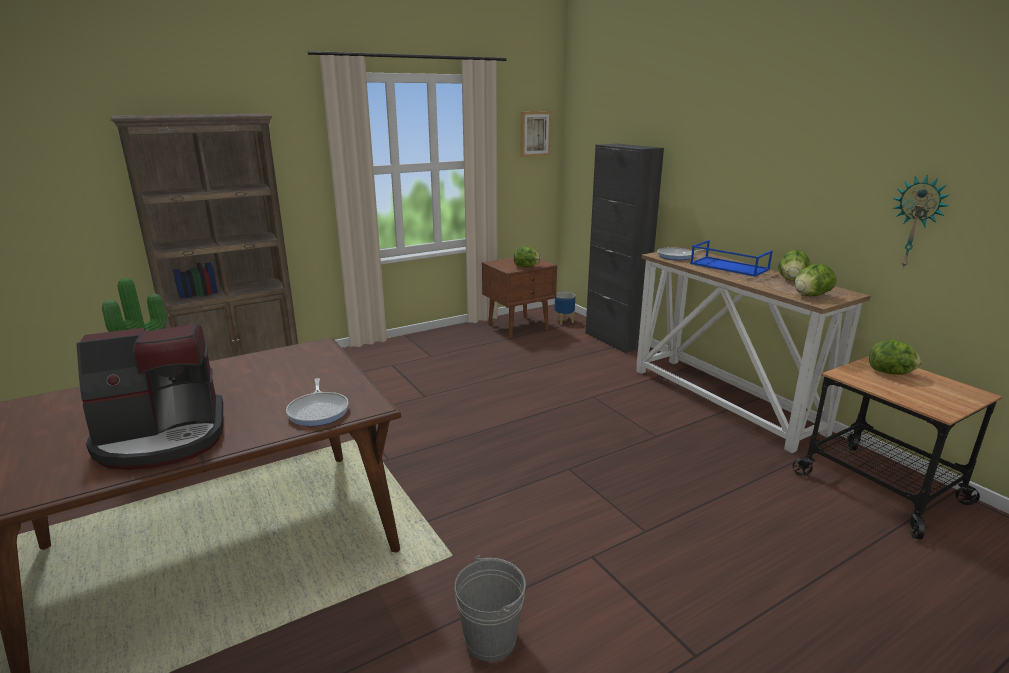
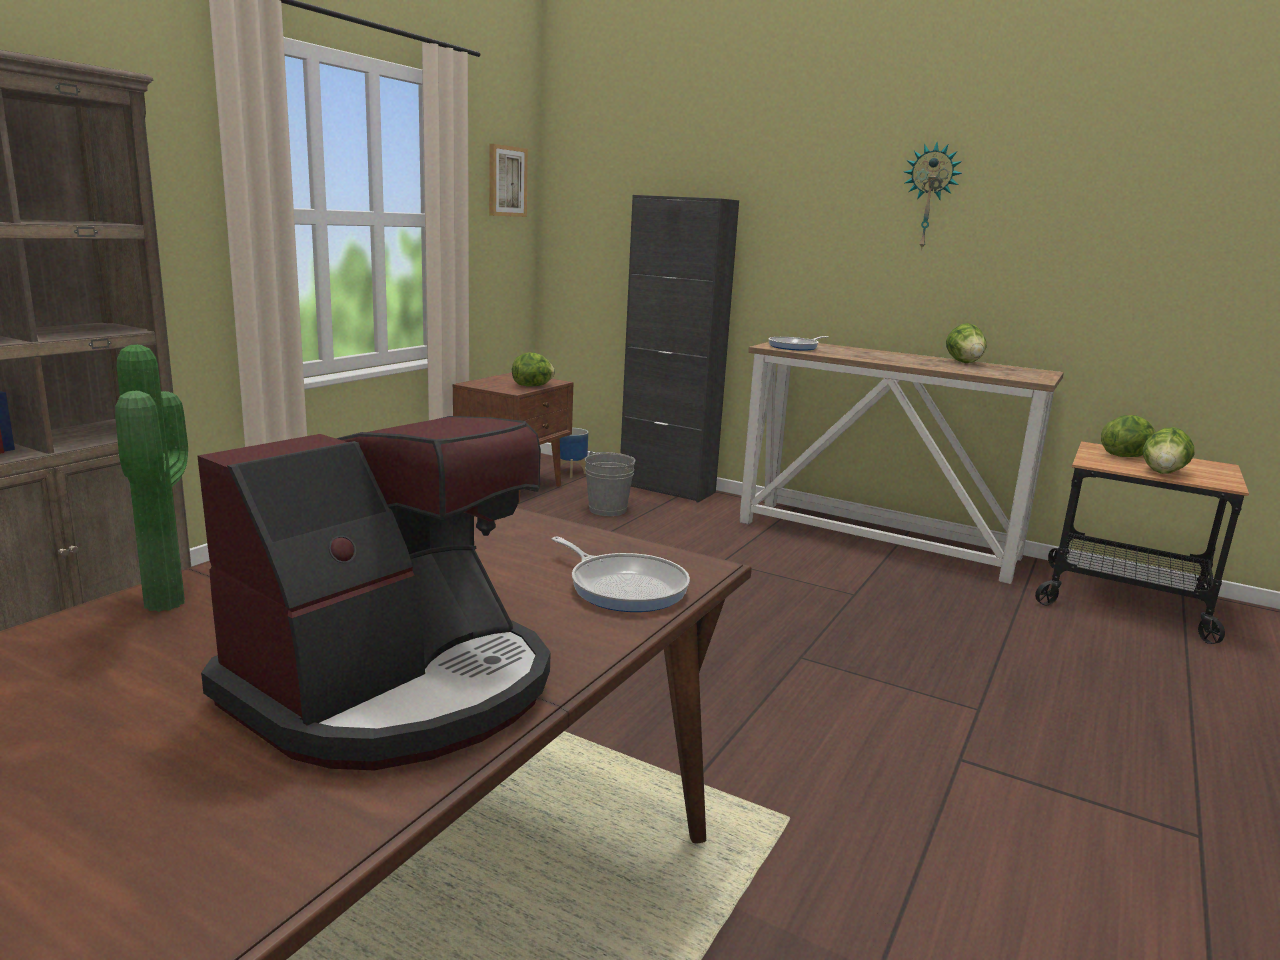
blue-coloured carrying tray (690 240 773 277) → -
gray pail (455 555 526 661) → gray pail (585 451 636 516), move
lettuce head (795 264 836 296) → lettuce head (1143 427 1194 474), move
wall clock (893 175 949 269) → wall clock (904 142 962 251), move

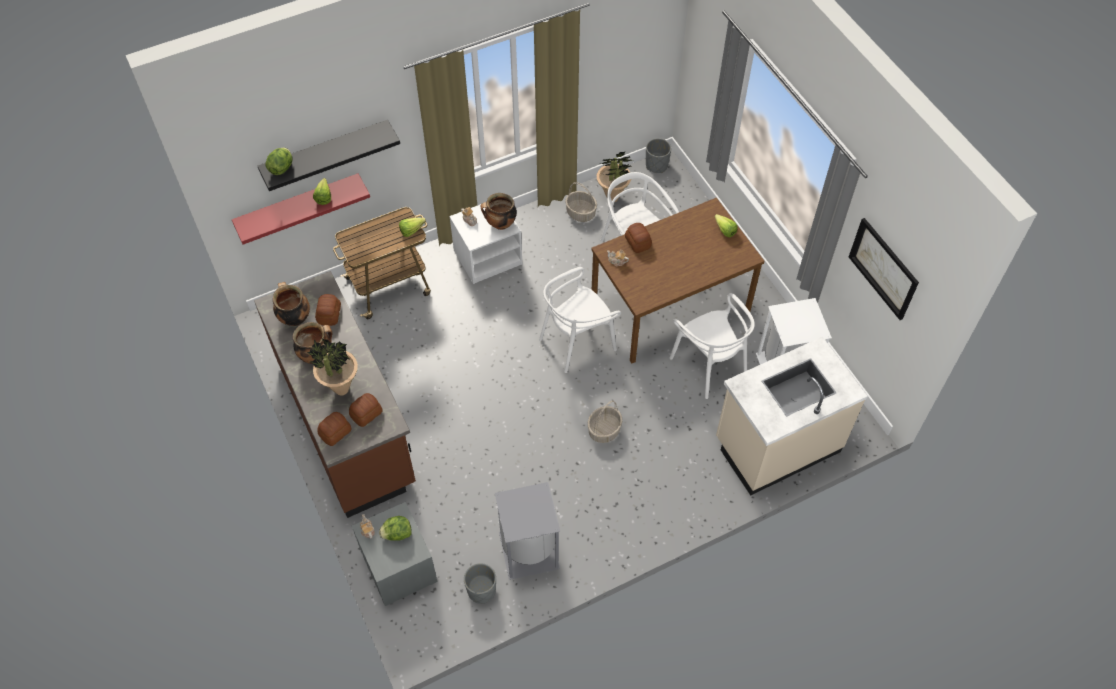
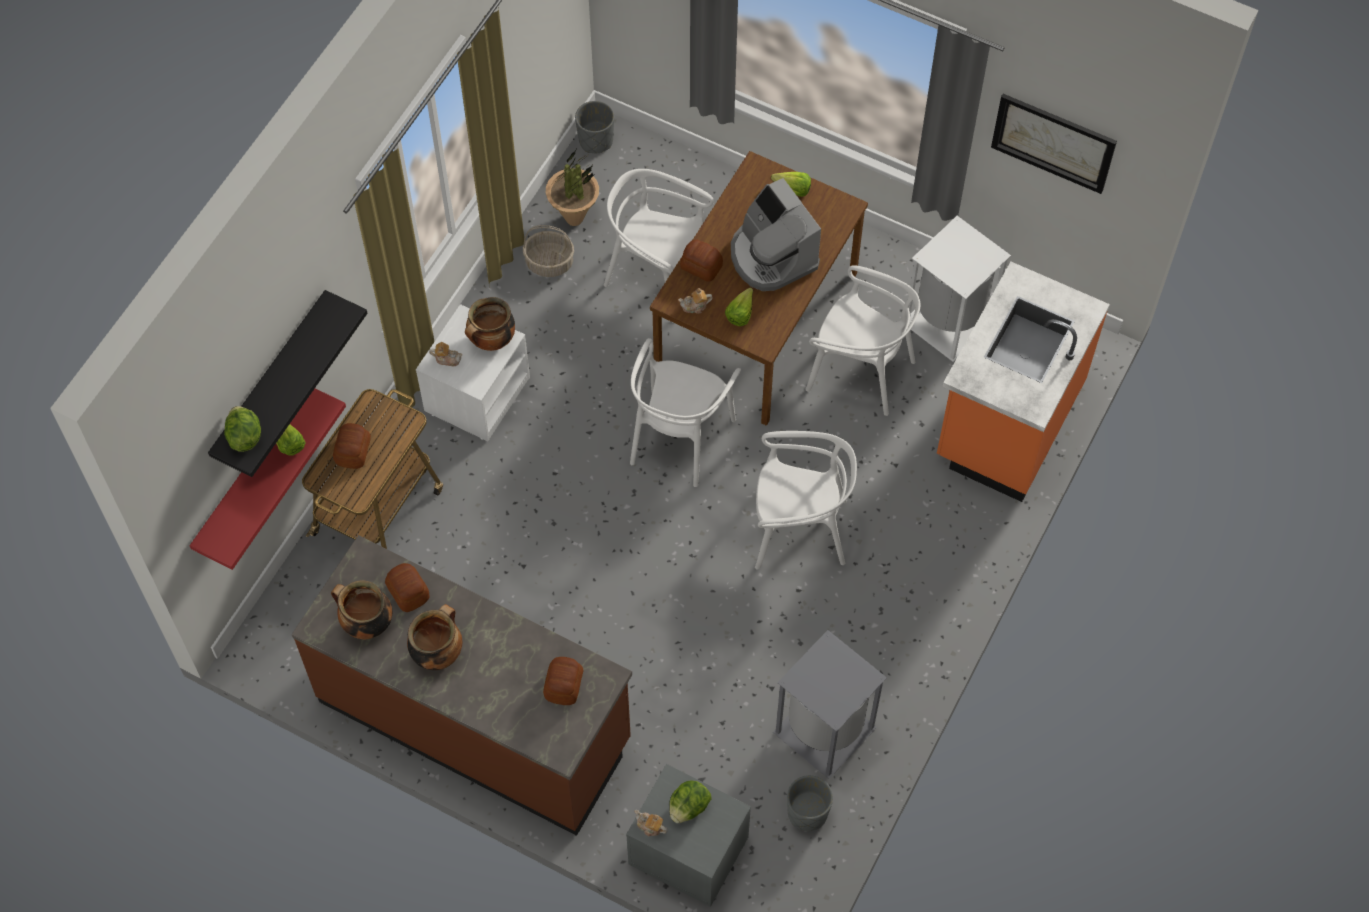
plant in a pot (307 338 358 396) → -
- → coffee maker (731 178 821 291)
bakery bread (317 412 352 446) → bakery bread (333 423 371 469), move
lettuce head (399 218 426 237) → lettuce head (725 288 753 326), move
storage basket (588 400 622 443) → whitish chair (755 431 857 570)
sand-coloured kitchen base unit (716 337 867 496) → orange kitchen base unit (937 262 1110 502)

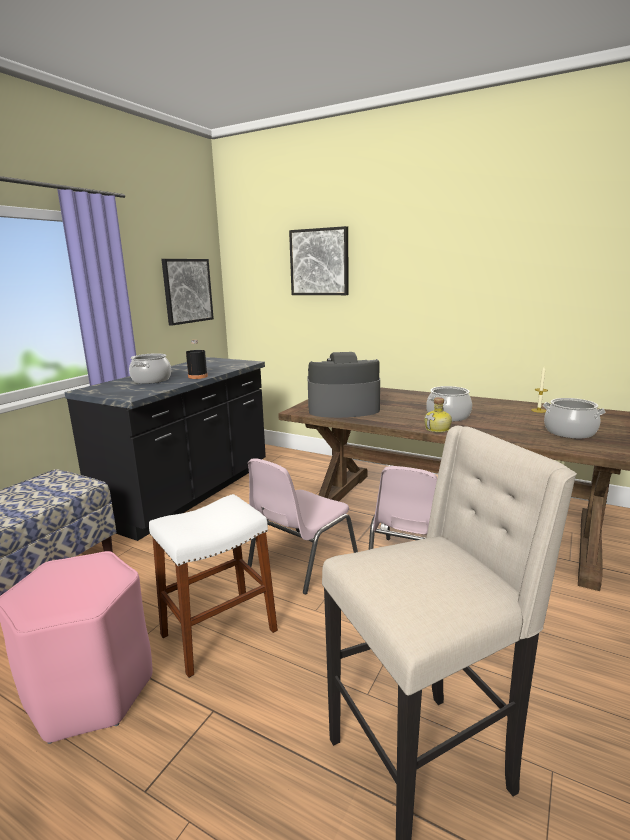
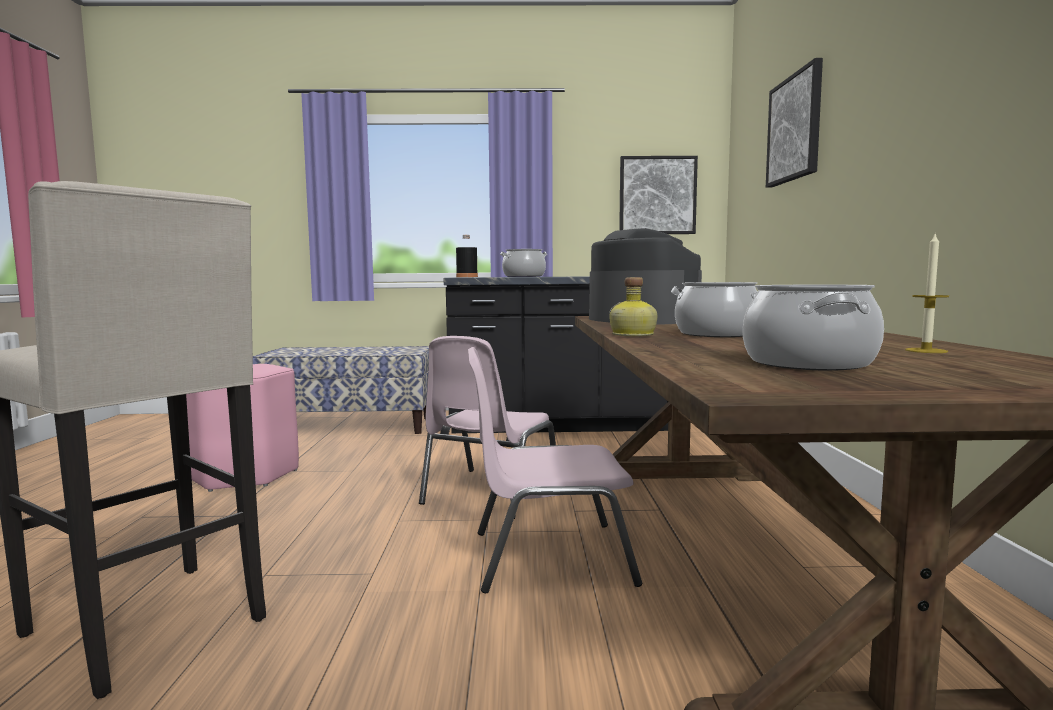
whitish stool seat (149 494 278 678) → -
blackish beverage bottle (186 340 208 379) → blackish beverage bottle (456 235 478 277), move
pink-coloured chair (248 458 358 594) → pink-coloured chair (419 336 556 519), 75 degrees counterclockwise

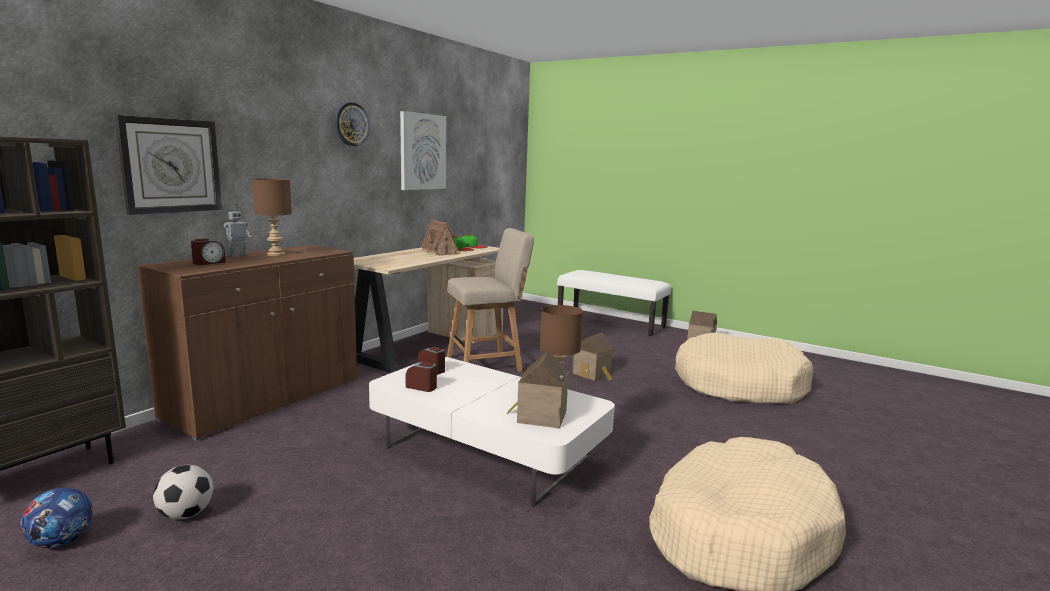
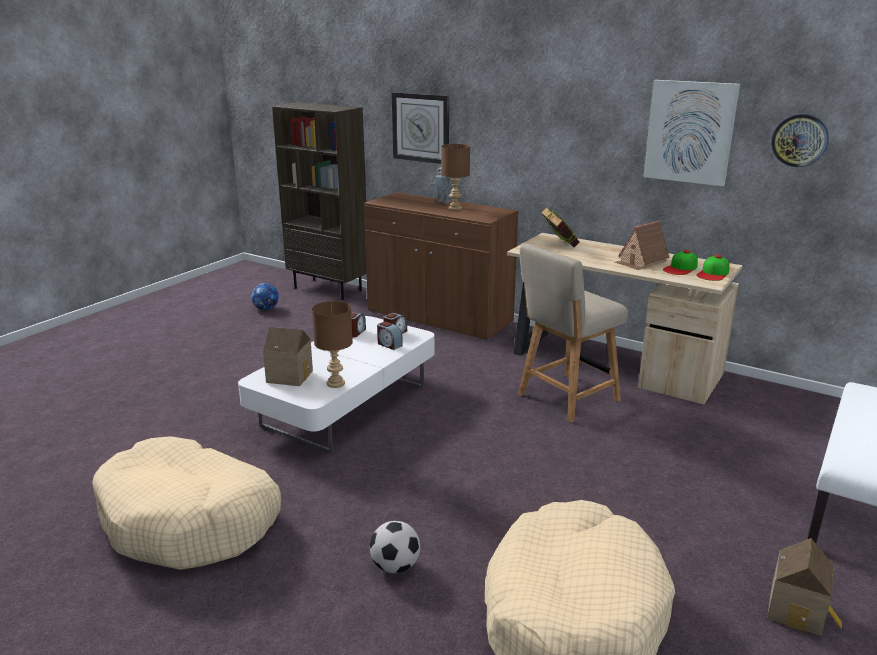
model house (573 333 613 381) → -
- → book (540 207 579 247)
football ball (153 465 213 519) → football ball (370 521 420 573), move
alarm clock (191 238 226 265) → alarm clock (377 322 403 350), move
wall clock (335 102 370 146) → wall clock (771 114 829 167), move
sand-coloured chair (447 228 534 372) → sand-coloured chair (518 244 628 423), 75 degrees clockwise

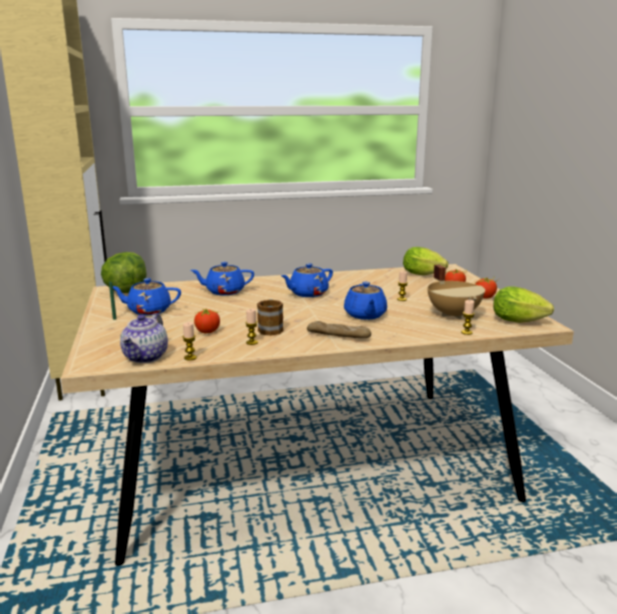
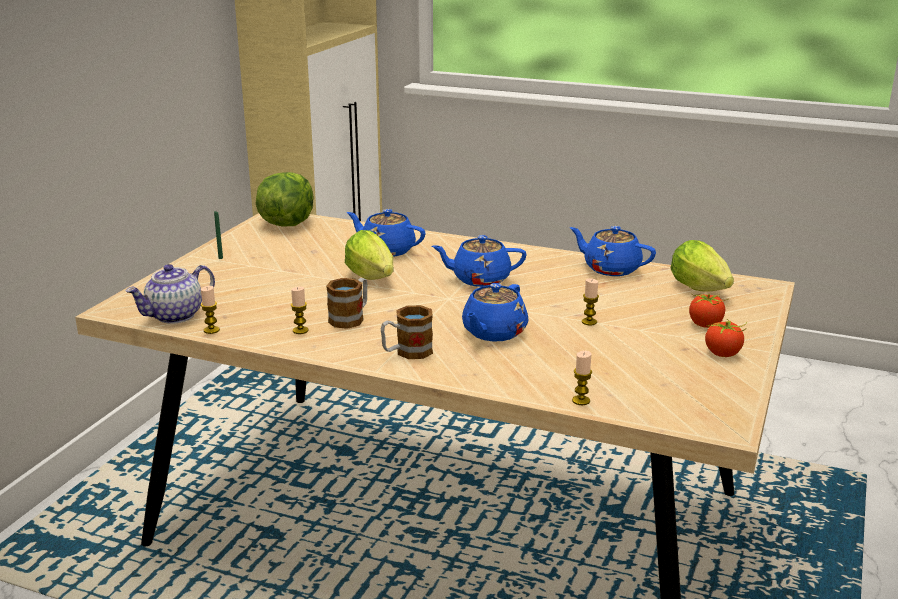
fresh tomato (194 309 220 333) → -
sand-coloured stockpot (427 265 485 319) → -
blue-coloured teapot (113 278 181 315) → blue-coloured teapot (570 226 656 276), move
lettuce head (493 286 554 323) → lettuce head (345 230 394 280), move
bakery bread (307 321 371 338) → coffee mug (381 305 433 359)

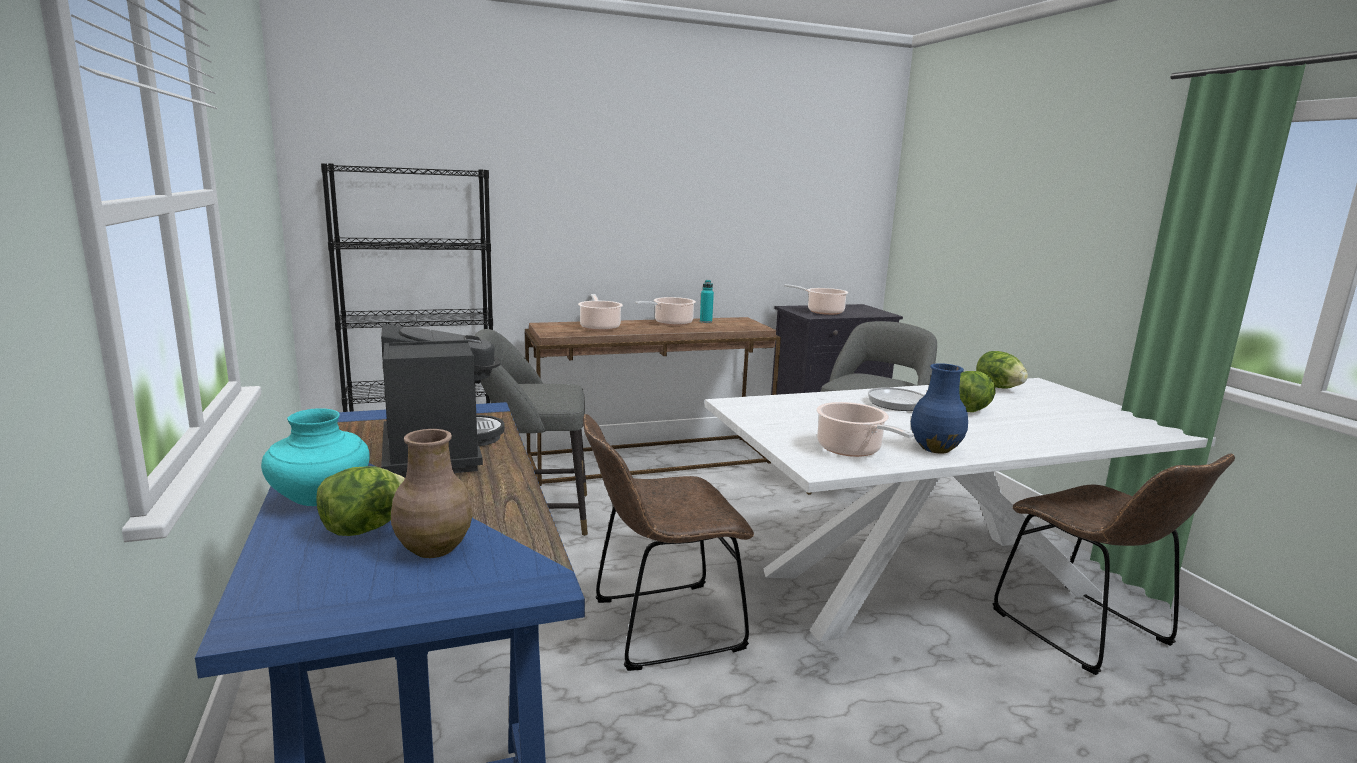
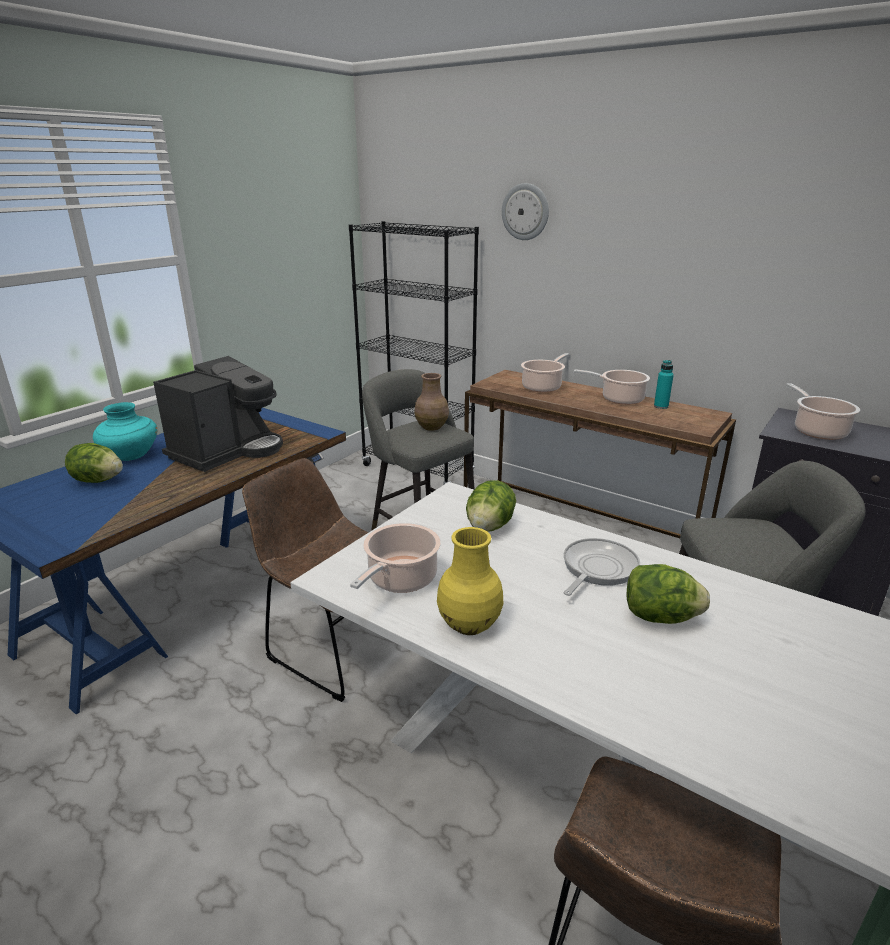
- → wall clock (502 183 549 240)
brownish vase (391 429 473 558) → brownish vase (414 373 449 431), move
lettuce head (976 351 1028 389) → lettuce head (466 480 516 531), move
blue-coloured vase (911 363 968 453) → yellow-coloured vase (437 527 503 635)

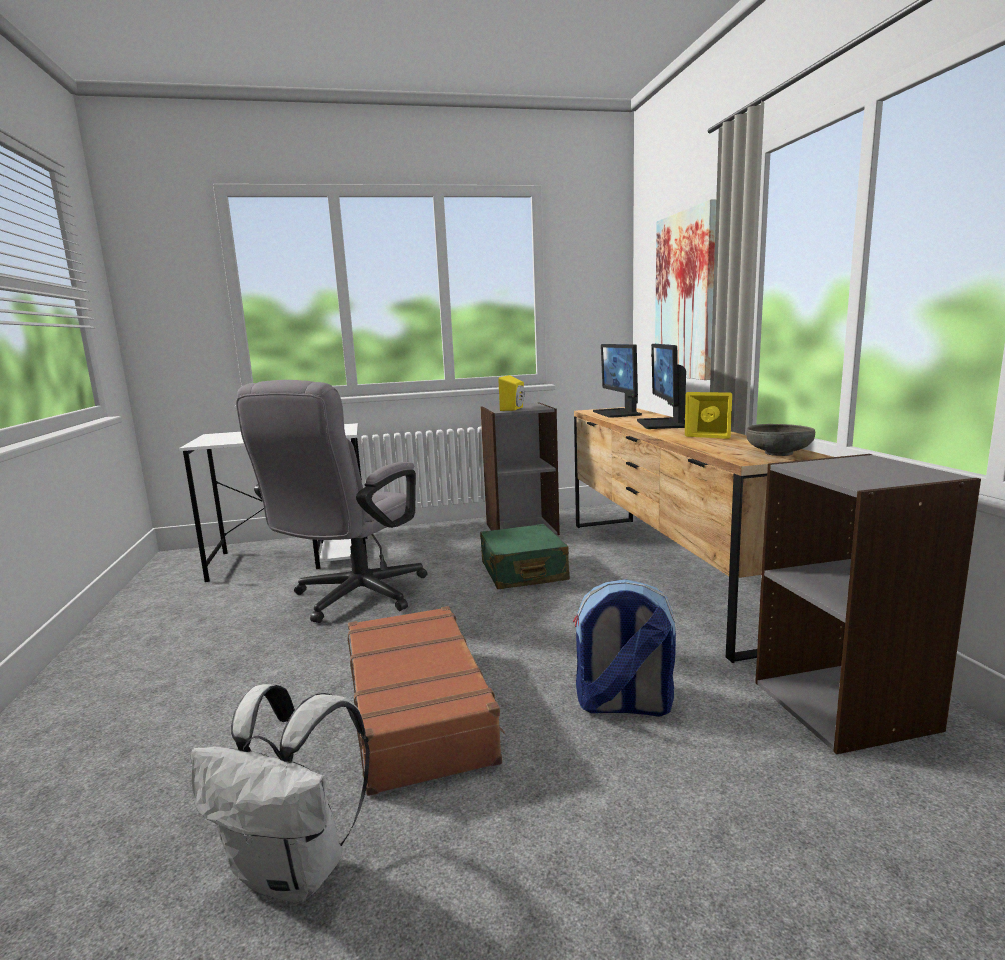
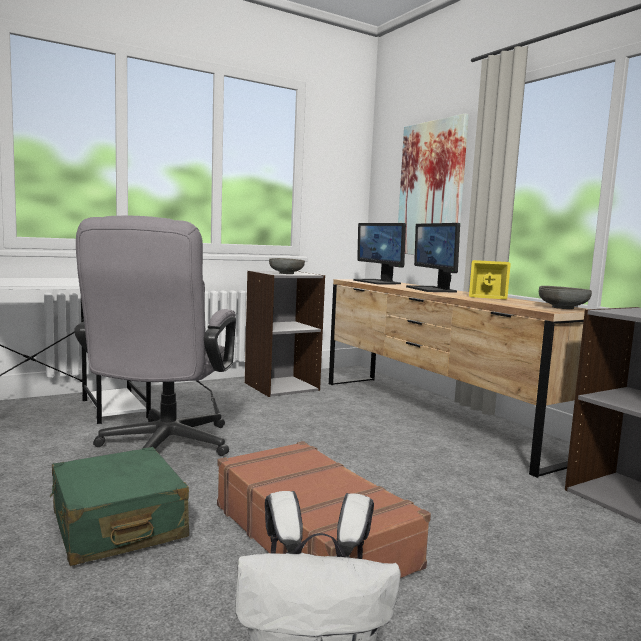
backpack (573 579 676 717) → -
green travel case (480 524 570 589) → green travel case (50 447 189 566), move
yellow-coloured loudspeaker (498 375 524 411) → gray serving bowl (269 258 305 274)

